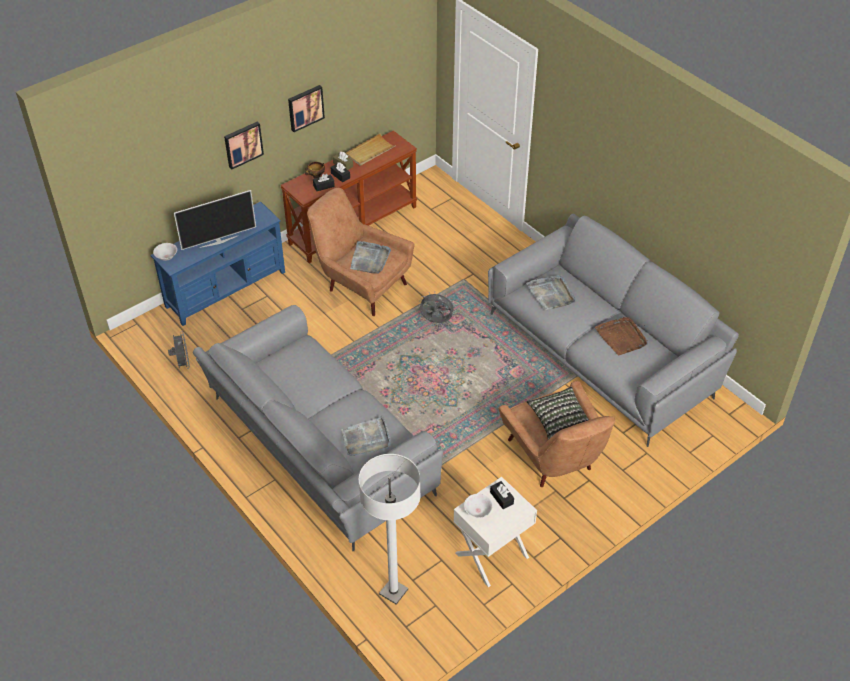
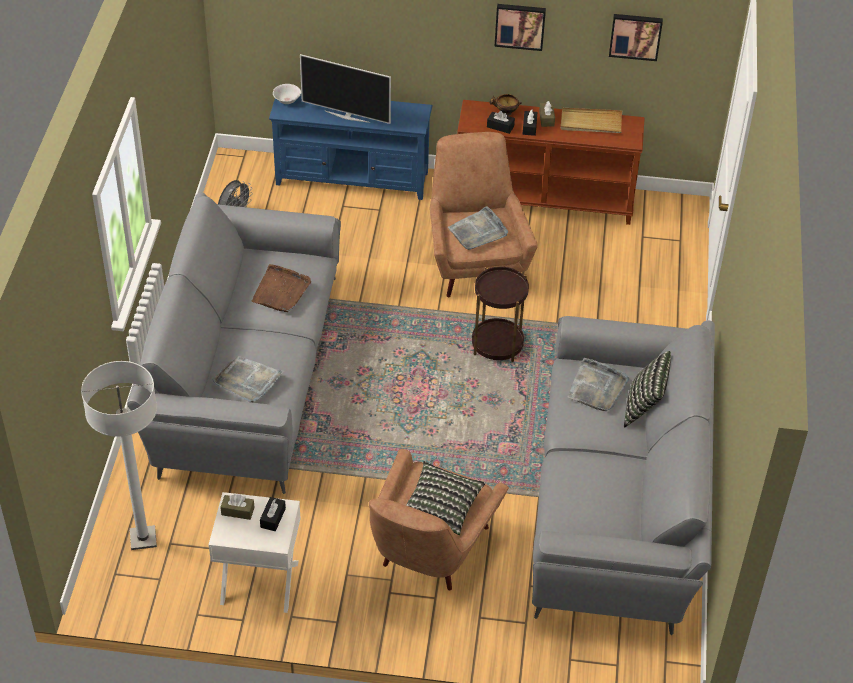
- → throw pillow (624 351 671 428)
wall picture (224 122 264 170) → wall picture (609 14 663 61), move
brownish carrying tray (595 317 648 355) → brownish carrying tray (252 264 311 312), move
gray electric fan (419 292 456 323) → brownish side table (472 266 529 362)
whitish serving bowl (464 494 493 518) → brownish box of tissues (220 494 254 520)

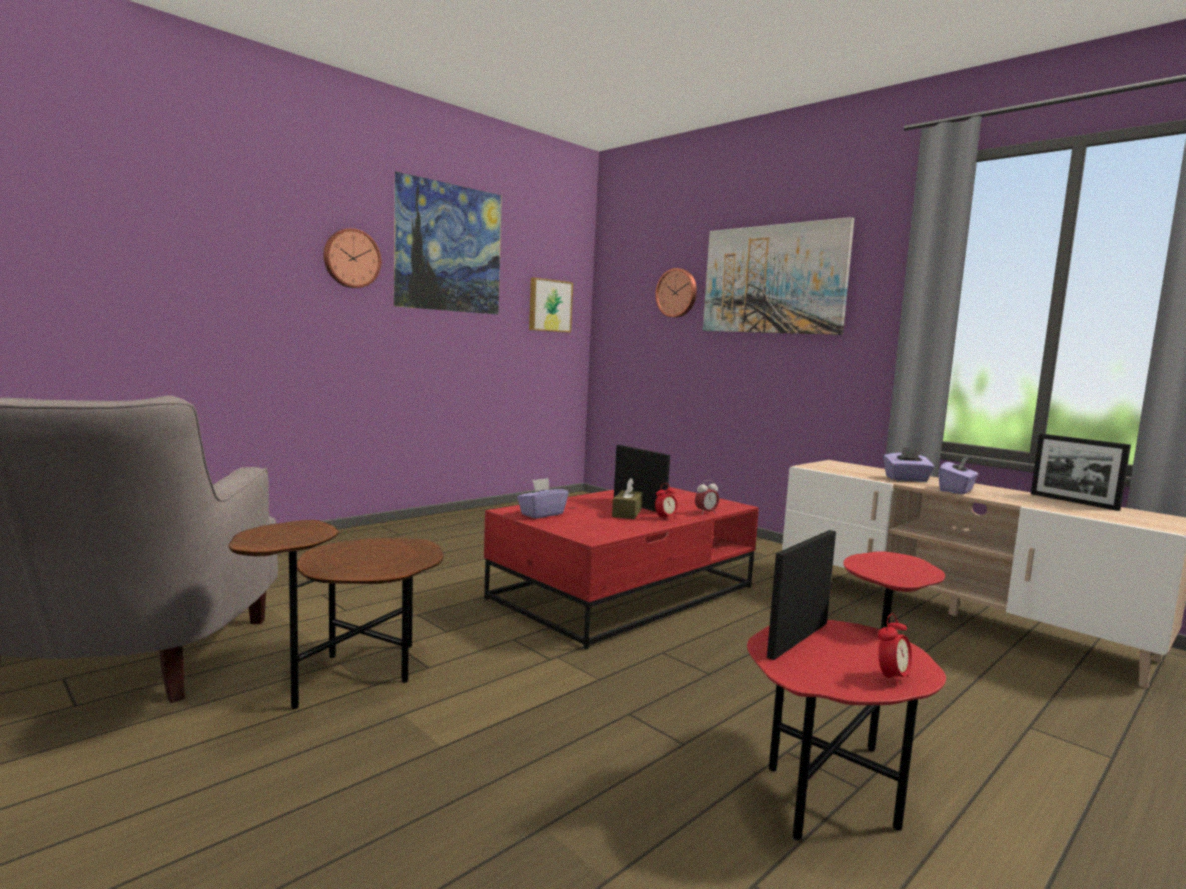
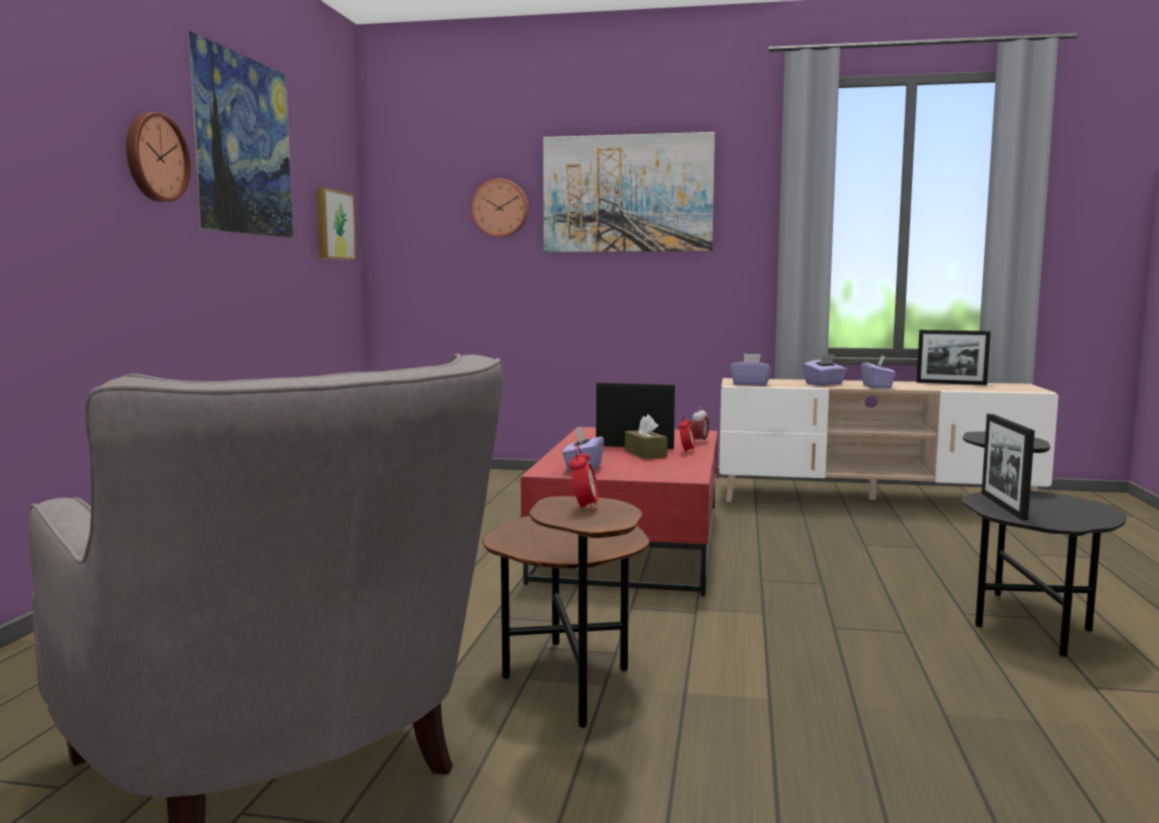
- → purplish box of tissues (730 354 772 386)
alarm clock (878 613 912 686) → alarm clock (569 445 598 512), move
red-coloured side table (747 551 946 840) → blackish side table (962 431 1127 657)

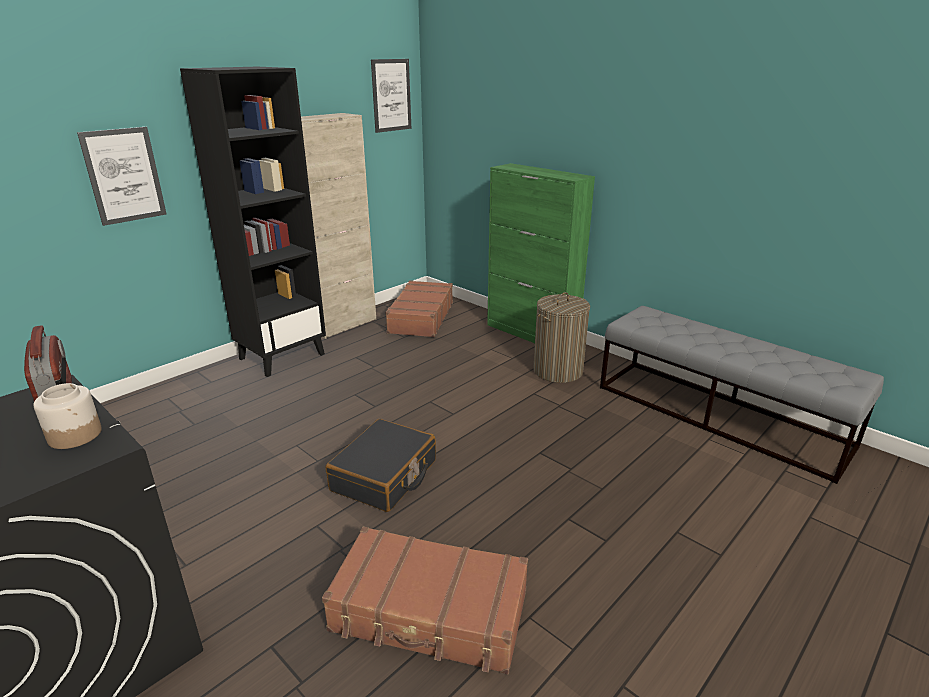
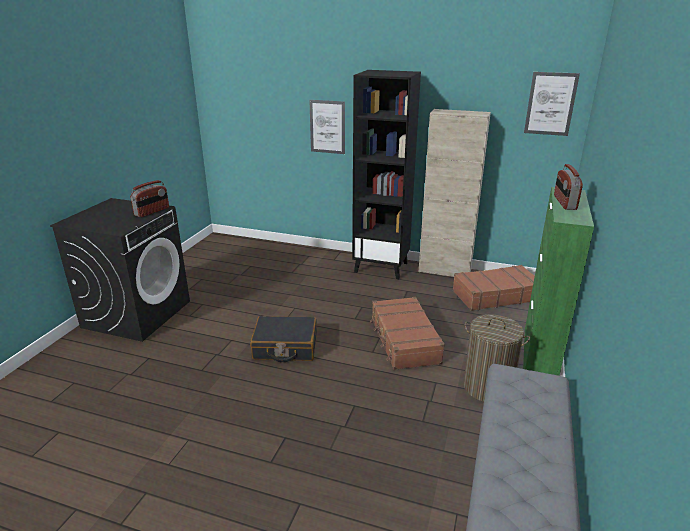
jar (33 383 102 449) → -
- → radio receiver (554 164 583 210)
brownish travel case (322 526 528 674) → brownish travel case (370 297 445 370), move

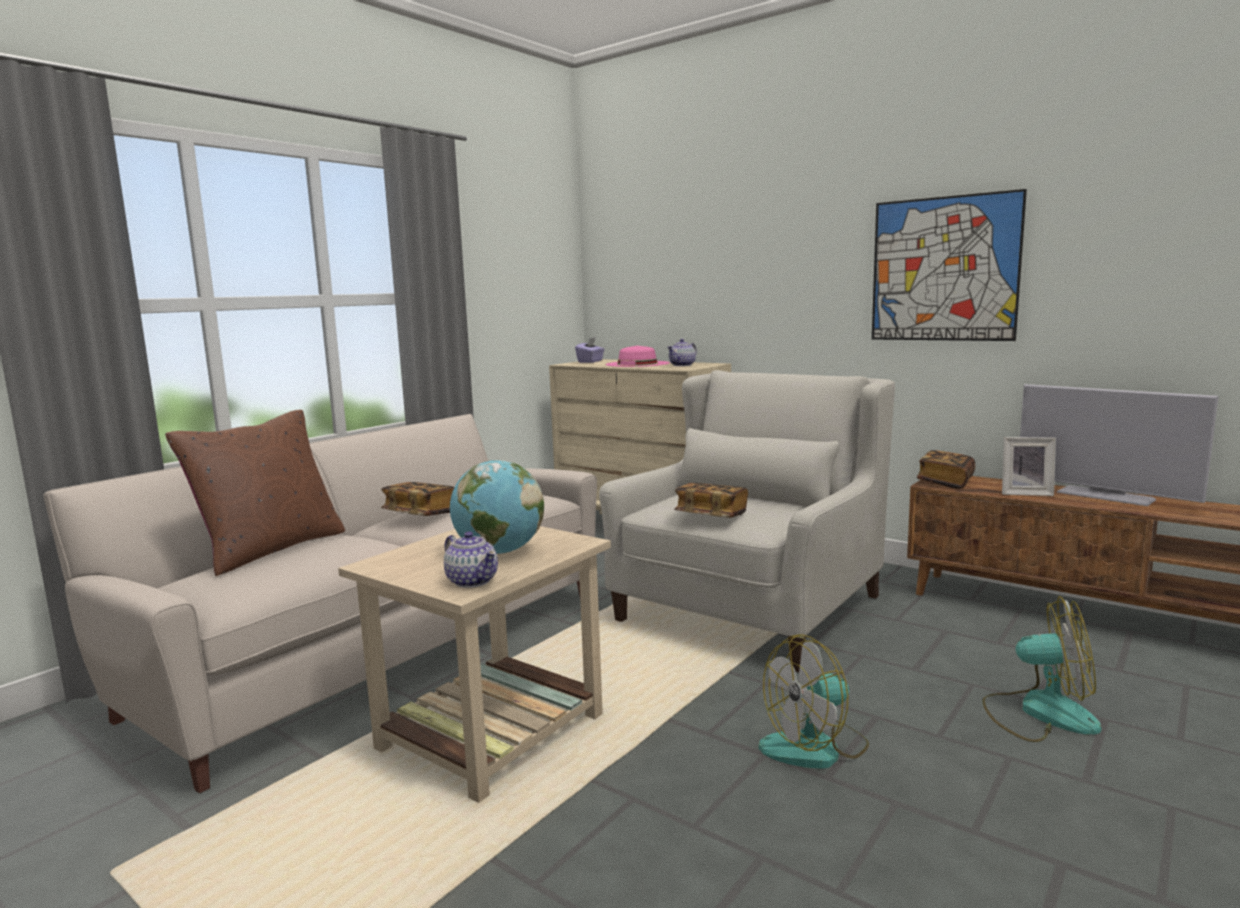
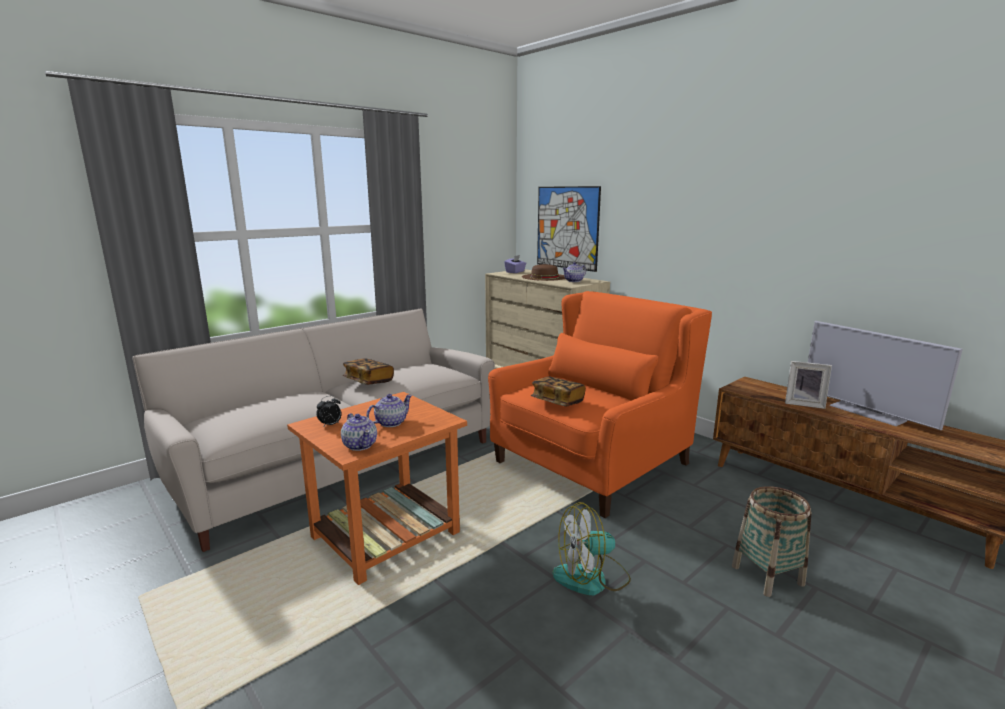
brownish throw pillow (165 410 345 576) → -
book (917 450 975 489) → -
- → alarm clock (316 396 342 428)
wall picture (872 189 1027 341) → wall picture (537 186 601 272), move
globe (450 460 544 554) → teapot (366 394 412 427)
electric fan (982 596 1101 742) → storage basket (732 486 812 597)
sand-coloured side table (338 526 611 803) → orange side table (287 392 467 585)
whitish easy chair (599 370 895 672) → orange easy chair (488 291 712 518)
pink-coloured wearable hat (605 346 670 367) → brownish wearable hat (522 264 565 281)

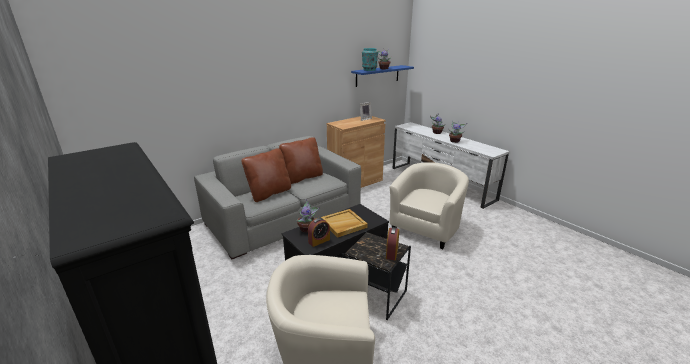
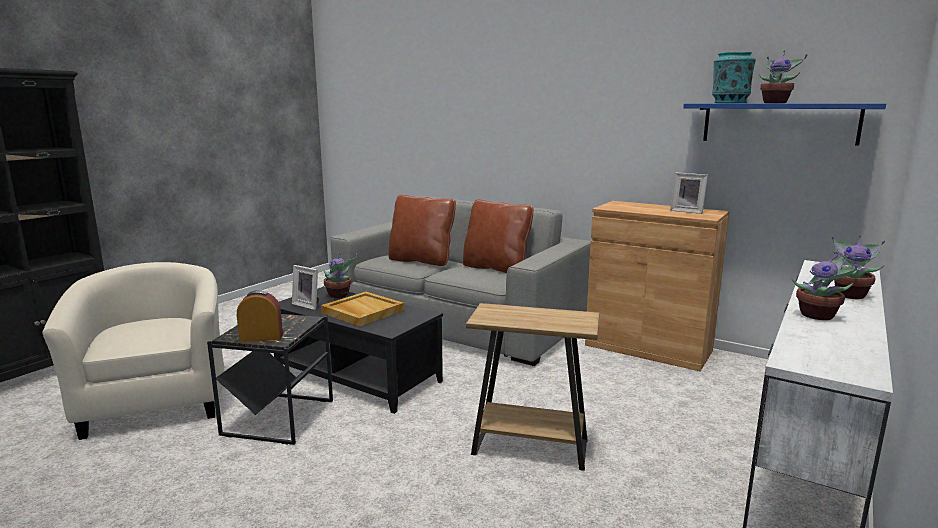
alarm clock (308 218 330 247) → picture frame (292 265 319 310)
sand-coloured easy chair (389 162 469 249) → brownish side table (466 303 599 471)

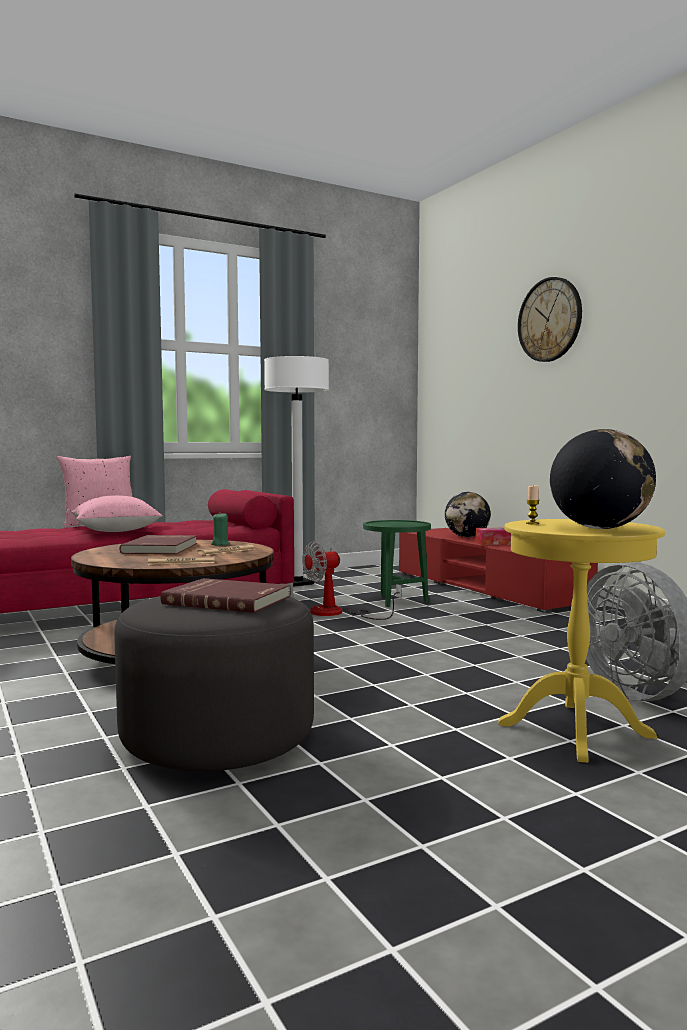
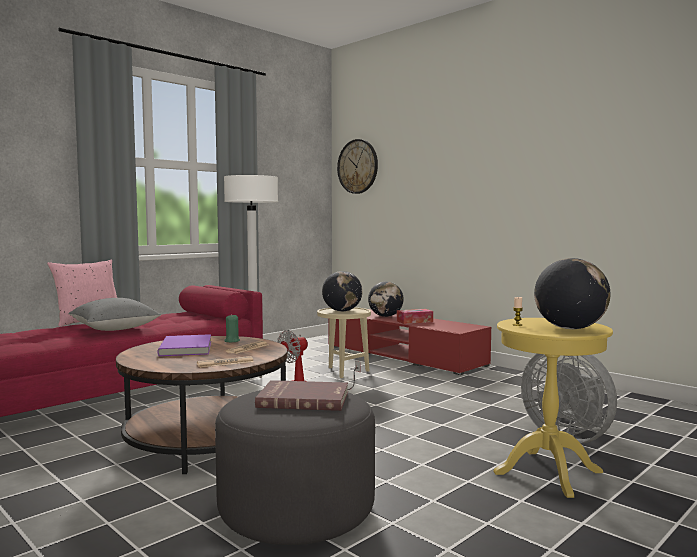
- → globe (322 271 363 312)
wall clock (518 277 582 362) → wall clock (337 139 378 194), move
pink-coloured throw pillow (71 495 163 532) → gray throw pillow (68 298 161 331)
red-coloured book (119 535 197 554) → purplish book (158 334 211 356)
green side table (363 520 431 607) → sand-coloured side table (317 307 371 378)

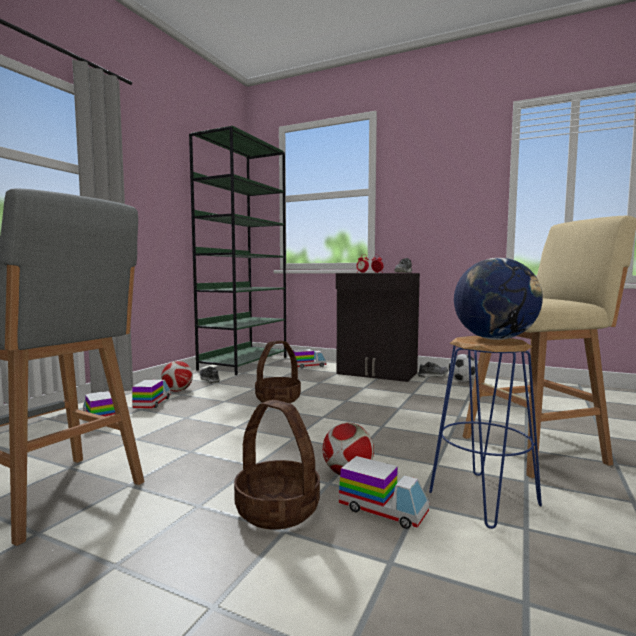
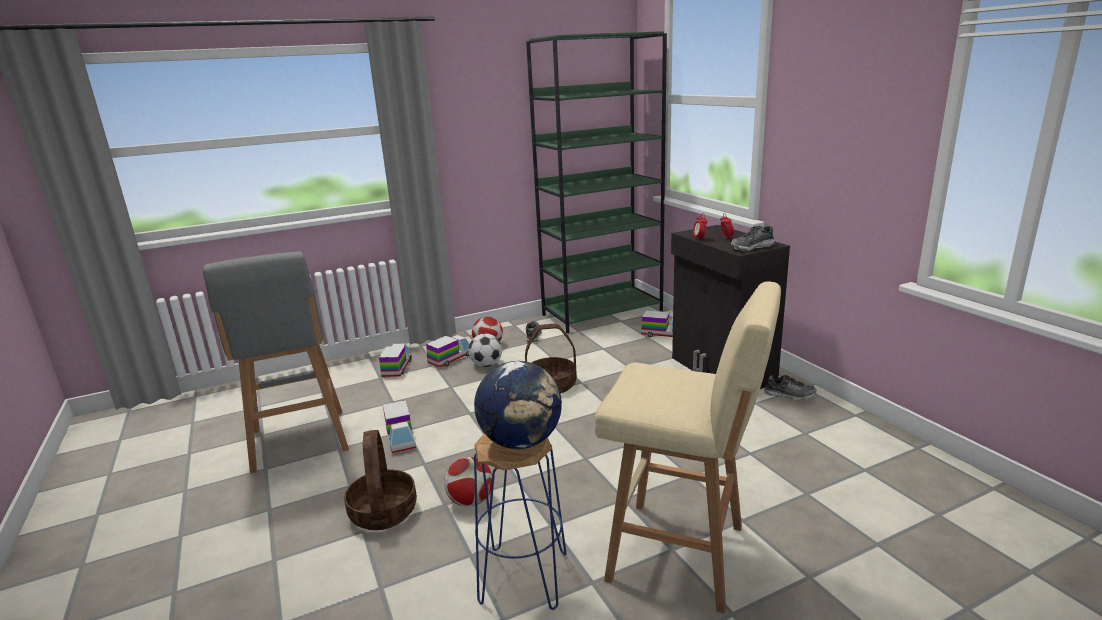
toy truck (339 456 429 529) → toy truck (383 400 416 453), move
football ball (449 354 478 382) → football ball (469 334 502 367), move

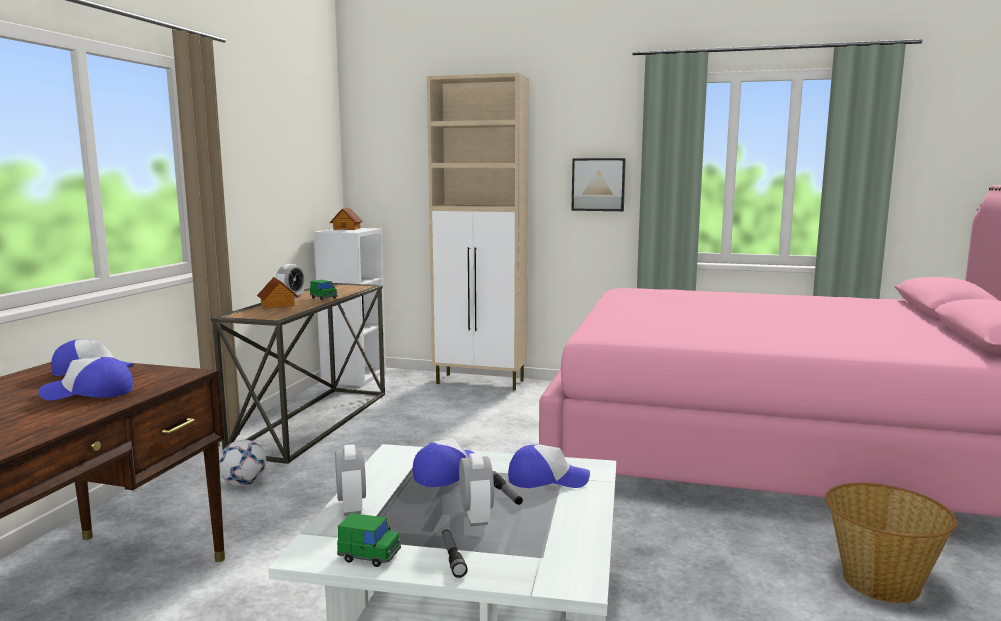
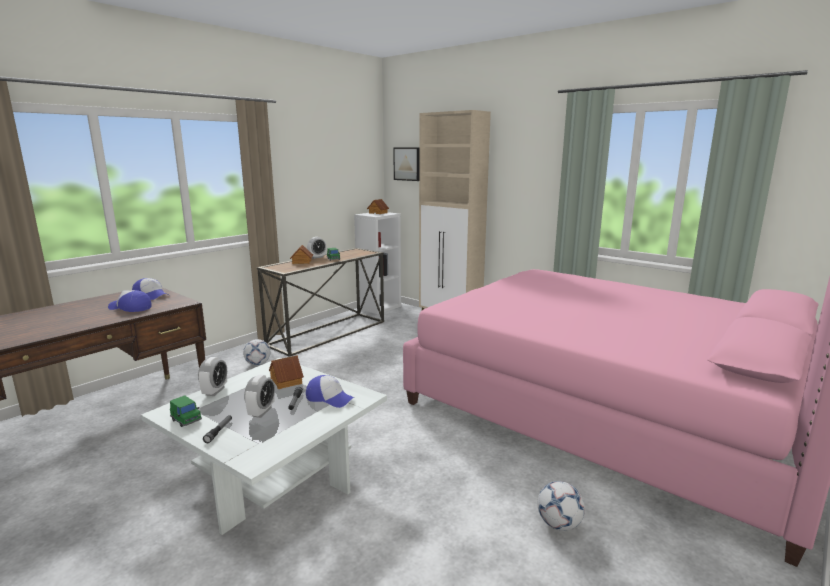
wall picture (571 158 626 211) → wall picture (393 147 419 181), move
cap (413 438 474 487) → model house (269 355 304 389)
storage basket (825 483 957 603) → football ball (538 481 585 531)

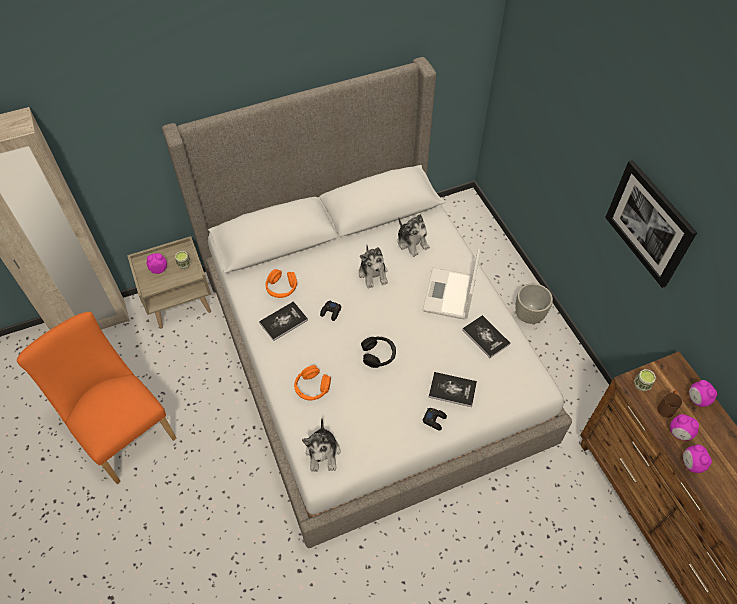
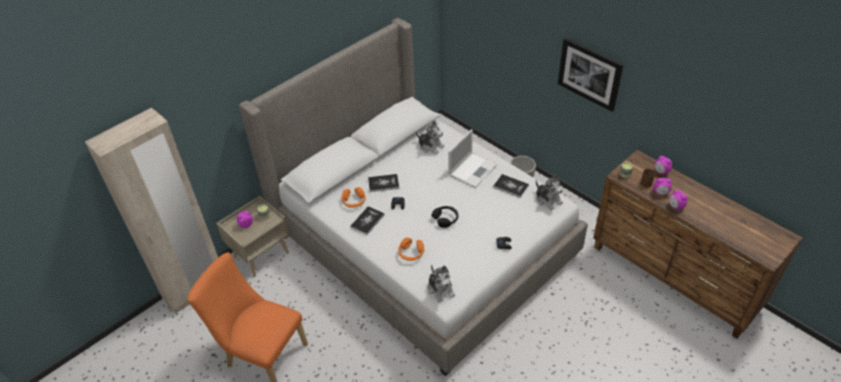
cuddly toy (359 245 388 288) → cuddly toy (536 175 563 211), move
book (428 372 477 407) → book (368 174 399 192), move
laptop (423 249 481 320) → laptop (448 129 498 188), 135 degrees counterclockwise

